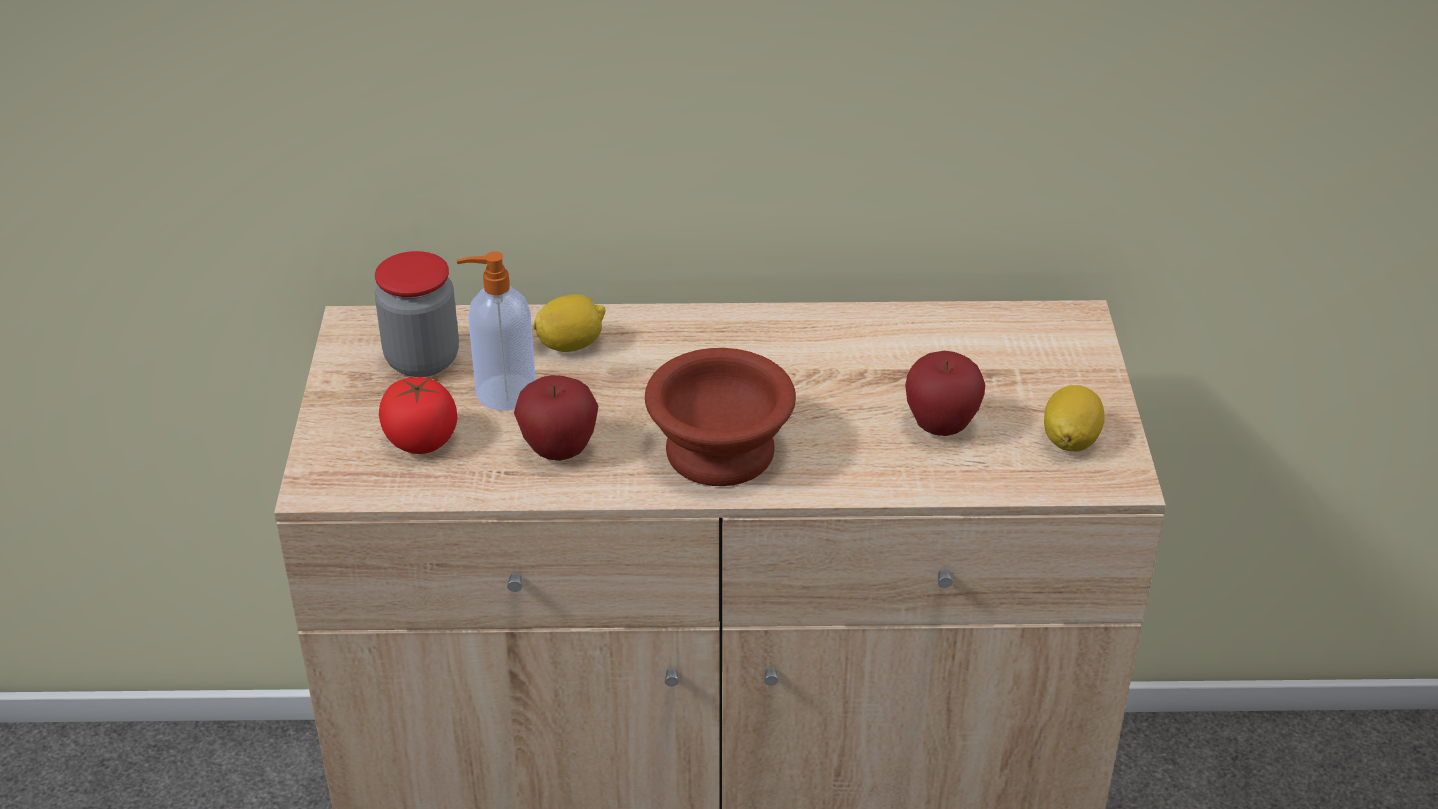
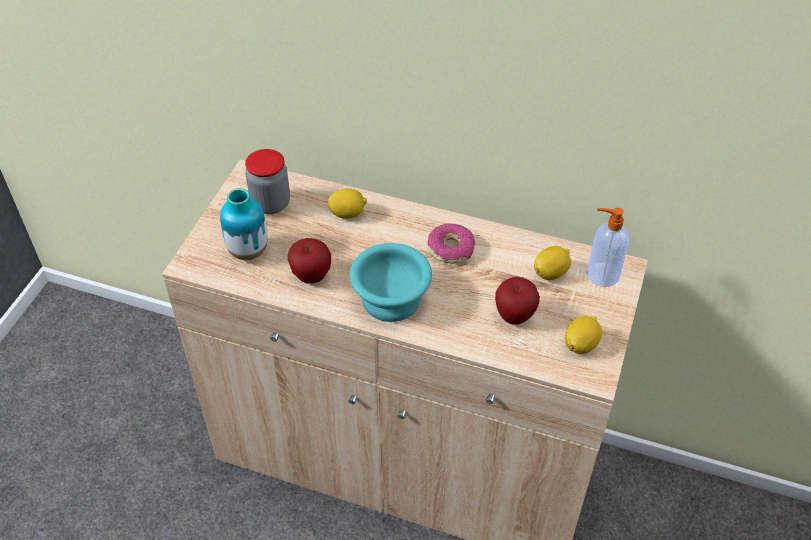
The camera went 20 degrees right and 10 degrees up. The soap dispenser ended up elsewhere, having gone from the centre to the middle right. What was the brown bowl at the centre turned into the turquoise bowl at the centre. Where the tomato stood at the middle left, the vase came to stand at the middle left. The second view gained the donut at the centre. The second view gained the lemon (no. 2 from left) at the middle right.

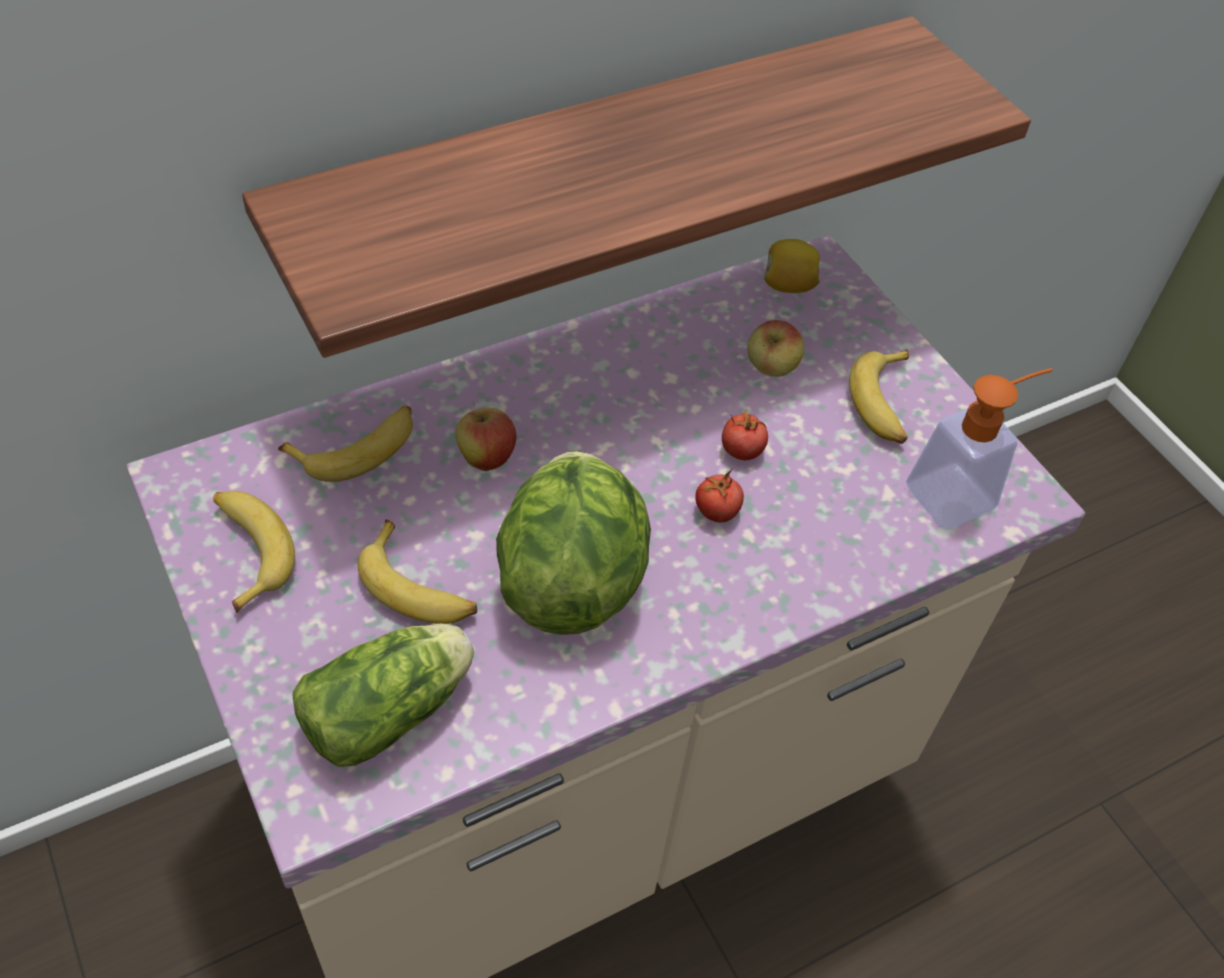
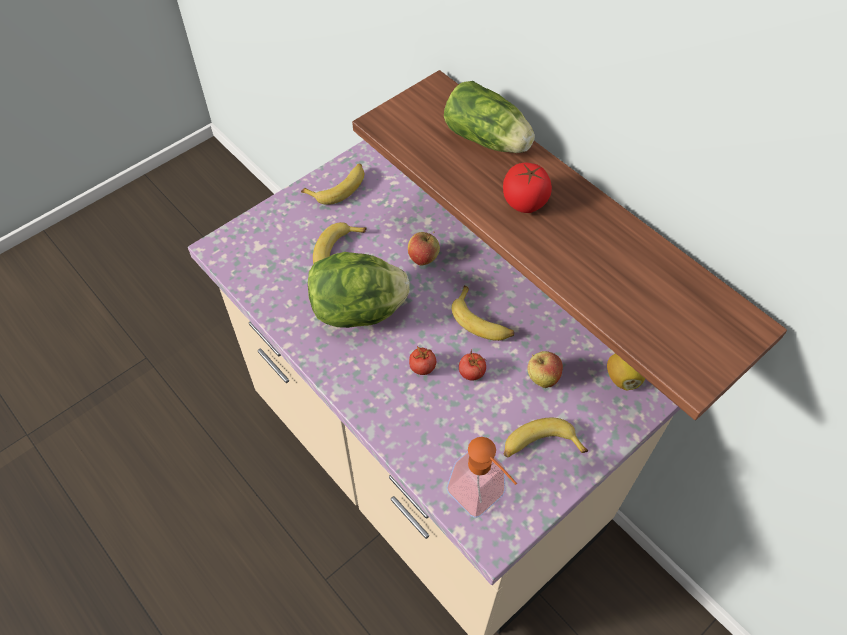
The camera went 80 degrees right and 5 degrees up. The banana (no. 2 from left in the first image) ended up elsewhere, having gone from the middle left to the centre. The lettuce (no. 1 from left in the first image) ended up elsewhere, having gone from the bottom left to the top centre. The second view gained the tomato (no. 3 from left) at the top centre.

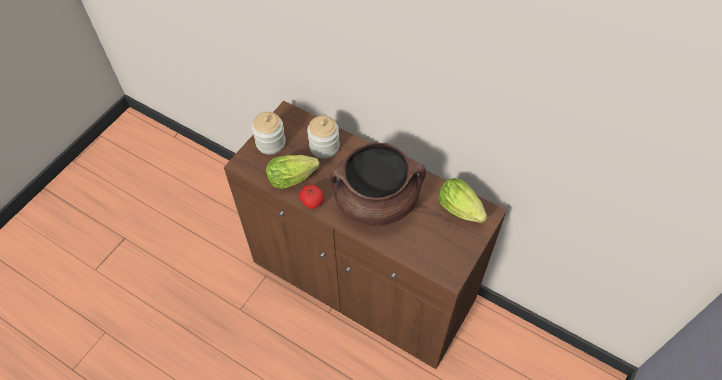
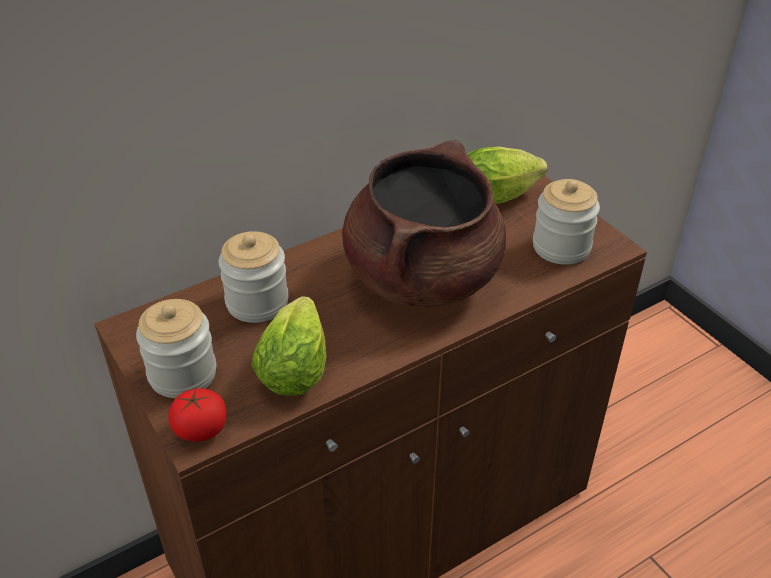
The camera went 65 degrees left and 15 degrees down. The tomato ended up elsewhere, having gone from the centre to the bottom left. The second view gained the jar (no. 3 from left) at the middle right.

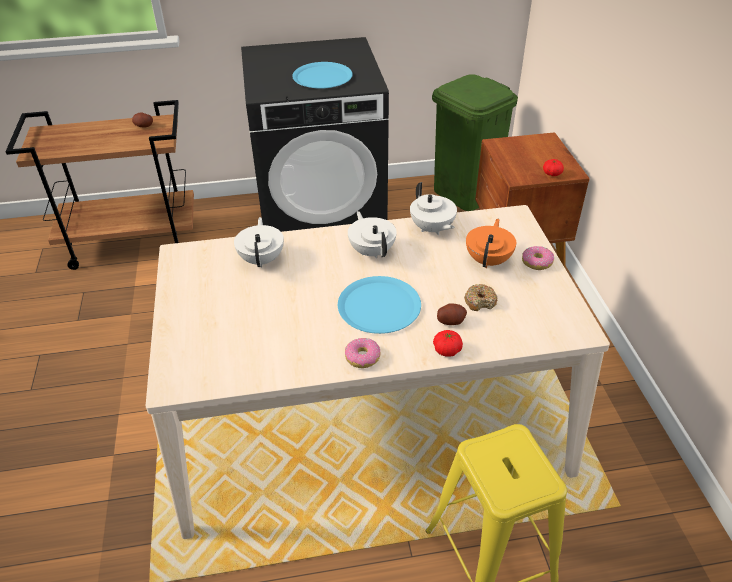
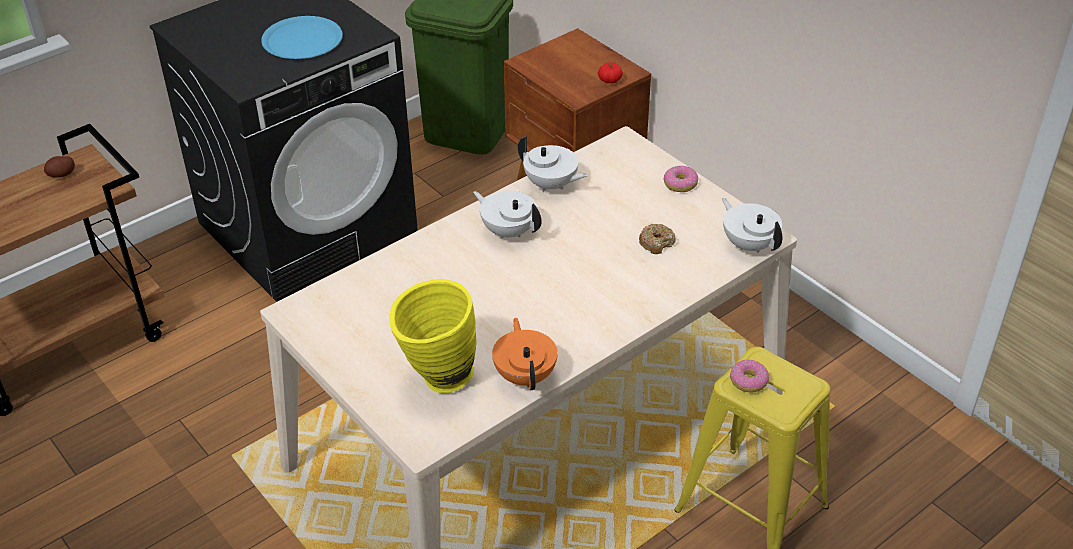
The camera went 30 degrees left and 0 degrees up. The white teapot (no. 1 from left in the first image) ended up elsewhere, having gone from the centre to the middle right. The orange teapot ended up elsewhere, having gone from the middle right to the centre. The second view lost the blue plate (no. 2 from left) at the centre. The second view lost the potato (no. 2 from left) at the centre. The second view lost the tomato (no. 1 from left) at the centre. The donut (no. 1 from left in the first image) ended up elsewhere, having gone from the centre to the bottom right. The second view gained the yellow vase at the centre.

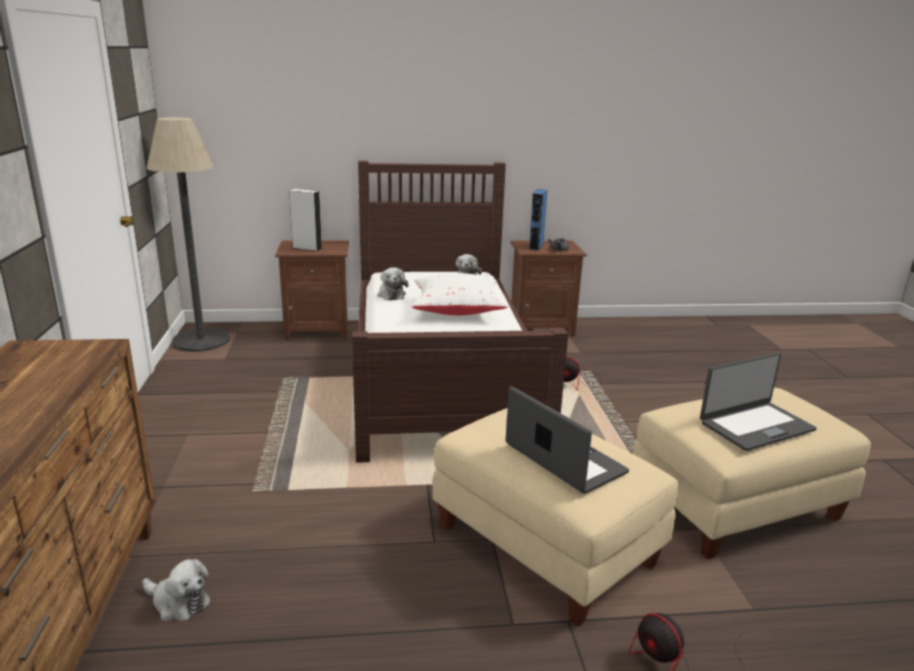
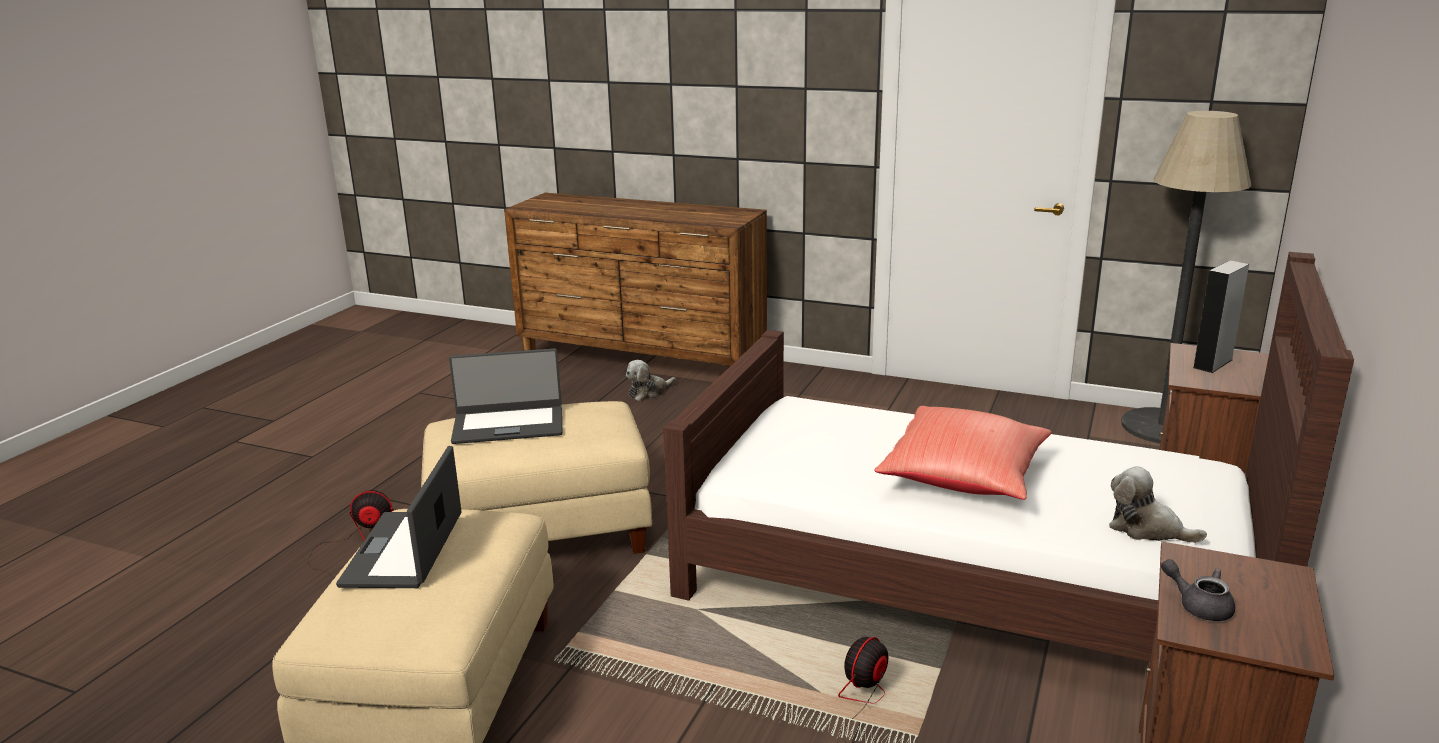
The camera went 120 degrees right and 0 degrees up. The second view lost the blue speaker at the top centre. The second view lost the plush toy (no. 2 from left) at the centre. What was the white pillow at the centre turned into the red pillow at the middle right.

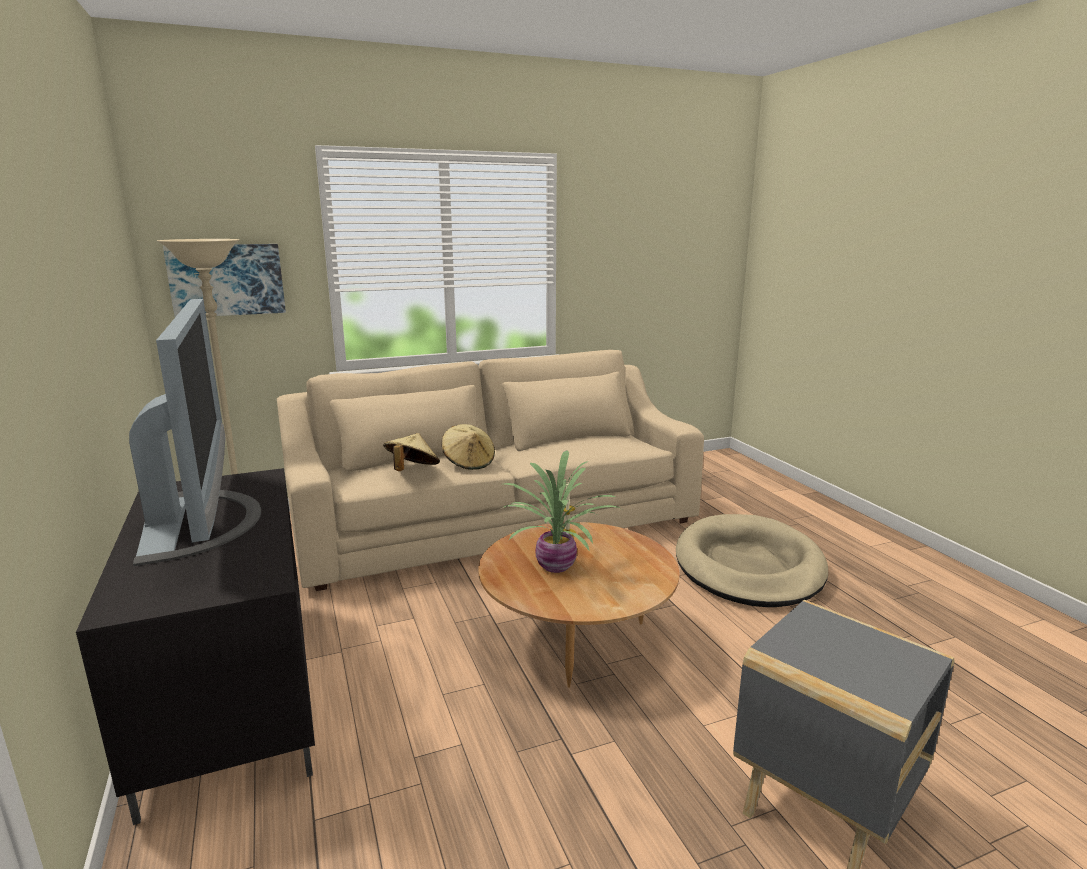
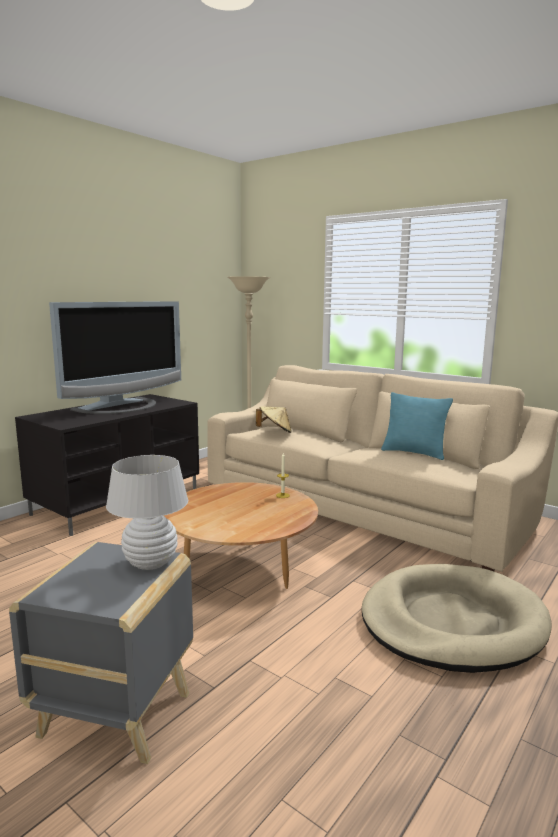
The camera went 60 degrees right and 5 degrees down. The second view lost the picture at the top left. The second view lost the beige hat (no. 2 from left) at the centre. The second view lost the potted plant at the centre. The second view gained the turquoise pillow at the middle right. The second view gained the white table lamp at the middle left.

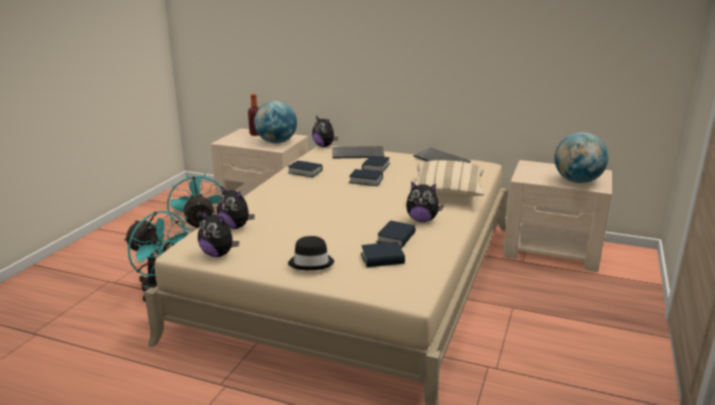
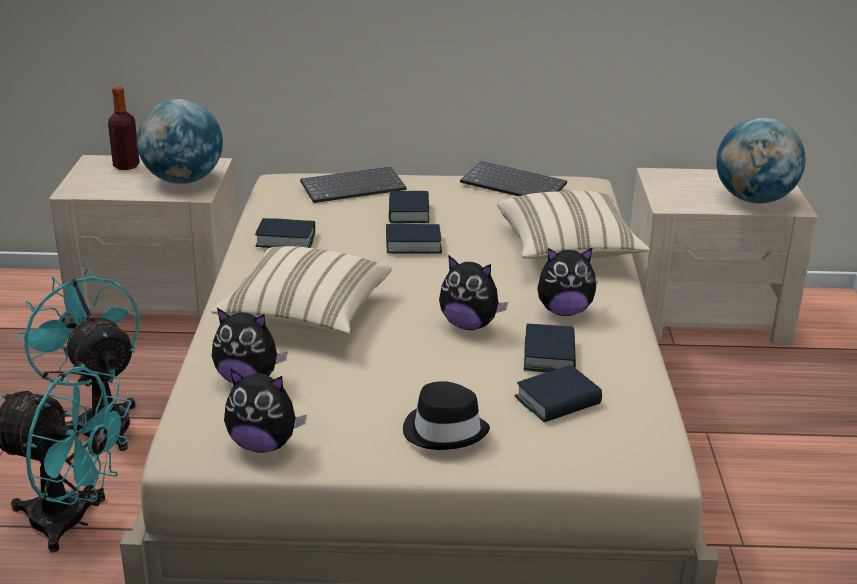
The camera went 20 degrees left and 5 degrees up. The plush toy (no. 3 from left) ended up elsewhere, having gone from the top centre to the centre. The second view gained the beige pillow (no. 1 from left) at the centre.

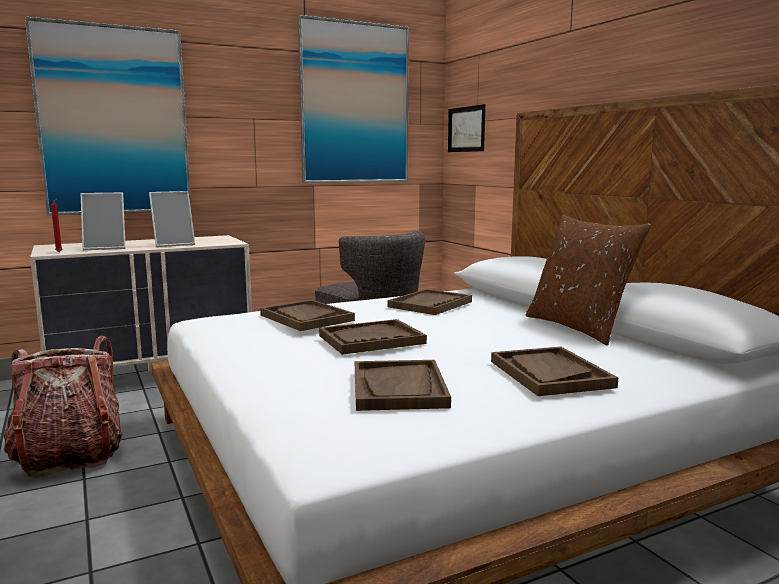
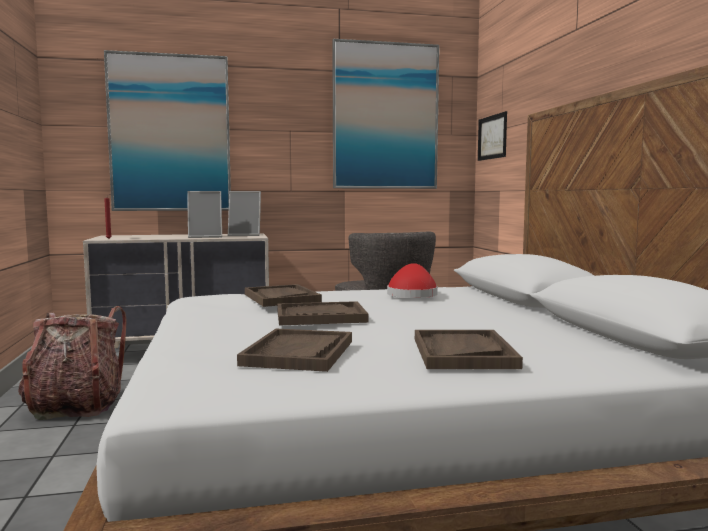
The camera went 15 degrees right and 5 degrees down. The picture frame (no. 1 from left in the first image) ended up elsewhere, having gone from the middle left to the centre. The second view lost the brown pillow at the middle right. Where the brown tray (no. 4 from left) stood at the centre, the red hat came to stand at the centre.

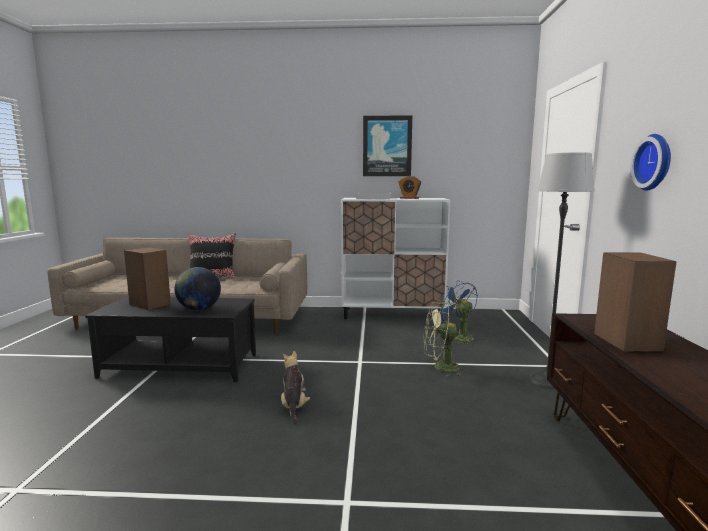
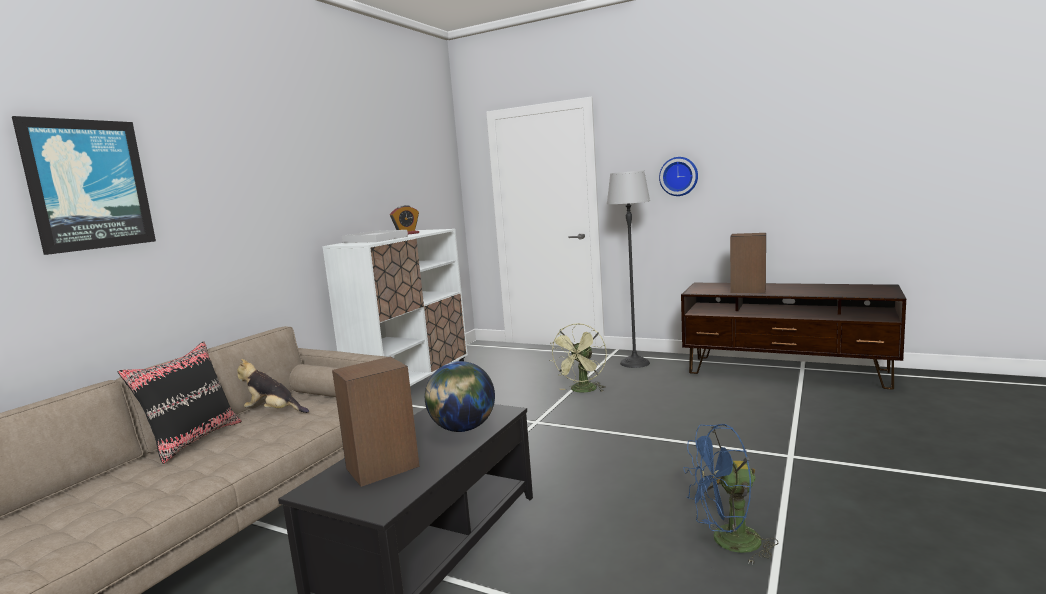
The camera went 65 degrees left and 0 degrees up. The picture ended up elsewhere, having gone from the top centre to the top left. The blue fan ended up elsewhere, having gone from the centre to the bottom right. The plush toy ended up elsewhere, having gone from the bottom centre to the middle left.

